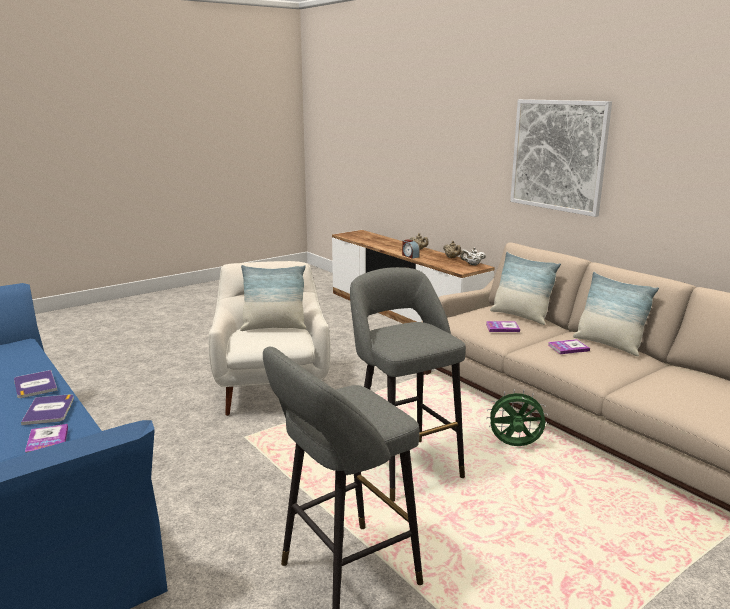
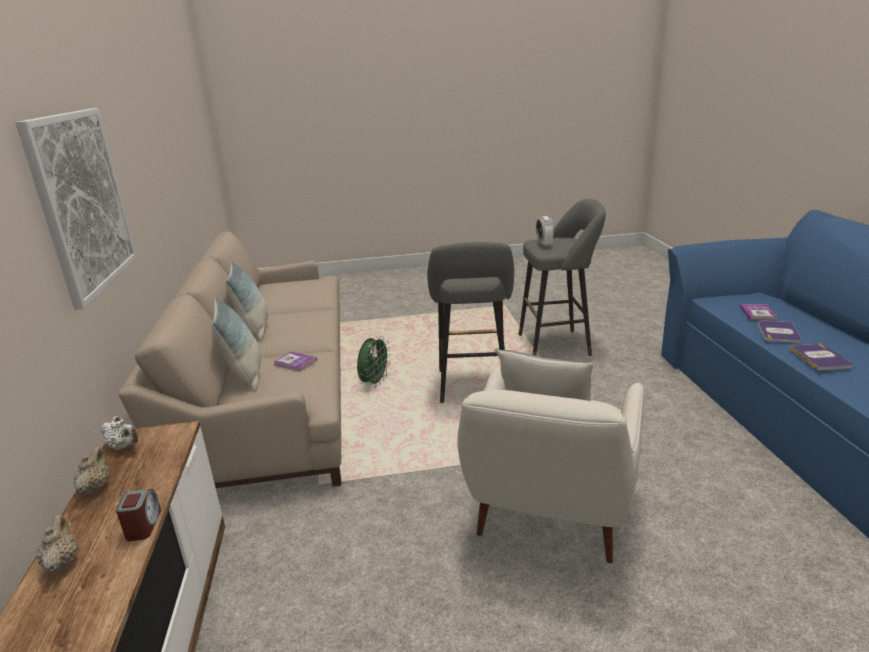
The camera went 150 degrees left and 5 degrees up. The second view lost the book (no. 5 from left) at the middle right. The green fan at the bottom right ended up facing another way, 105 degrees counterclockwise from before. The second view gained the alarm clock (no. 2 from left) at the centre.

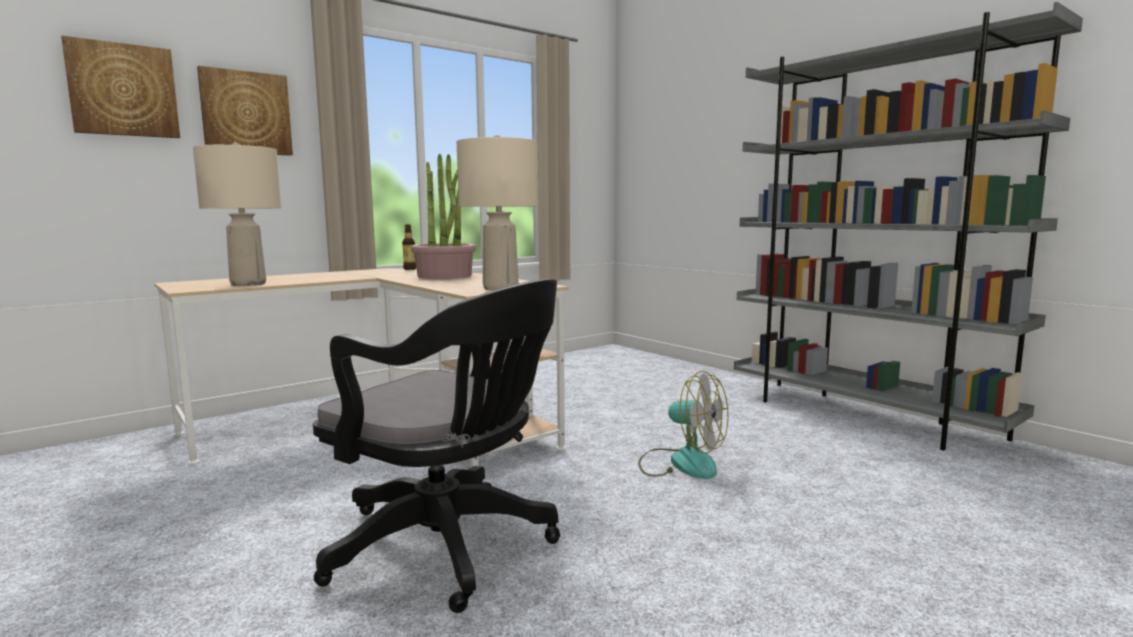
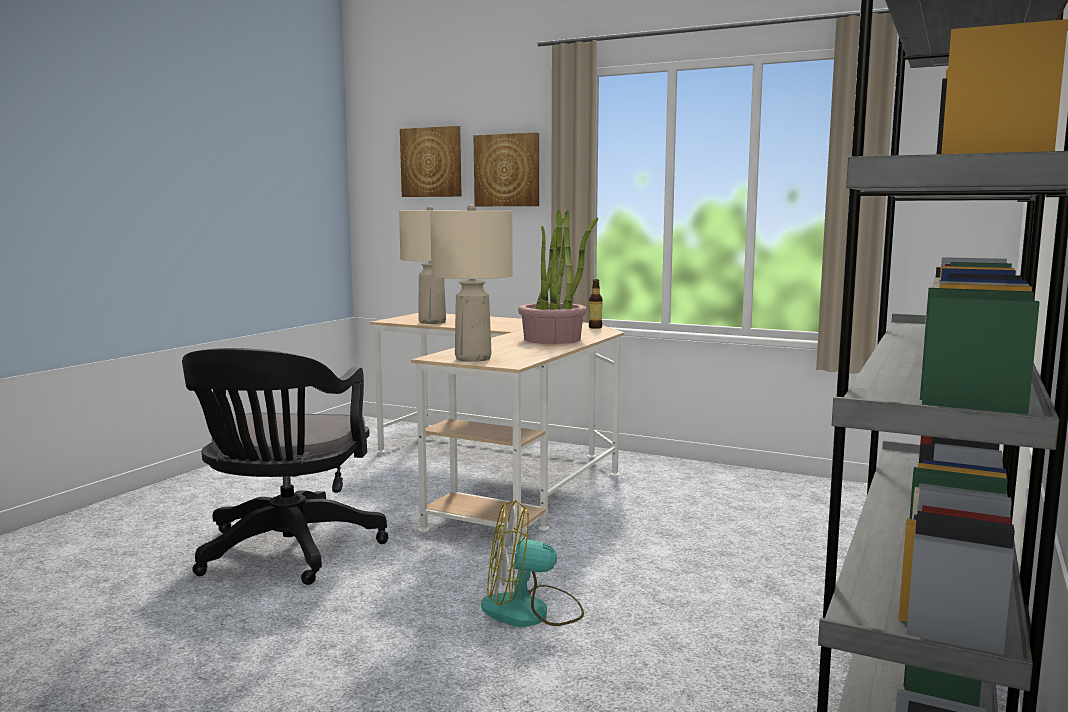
The camera went 65 degrees right and 0 degrees up. The fan at the bottom centre ended up facing another way, 75 degrees clockwise from before.

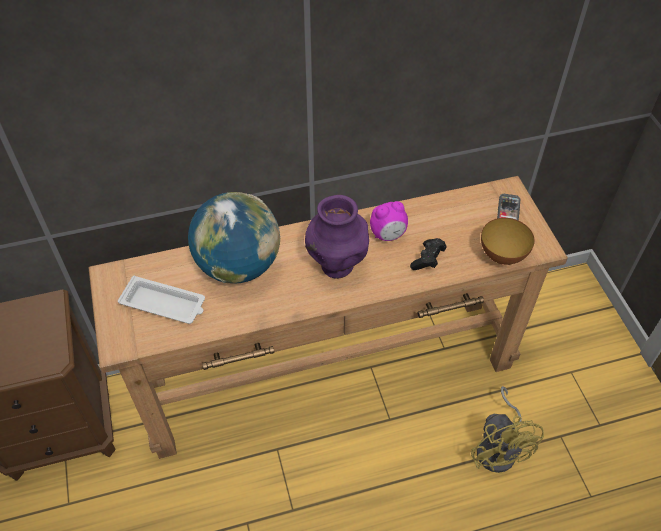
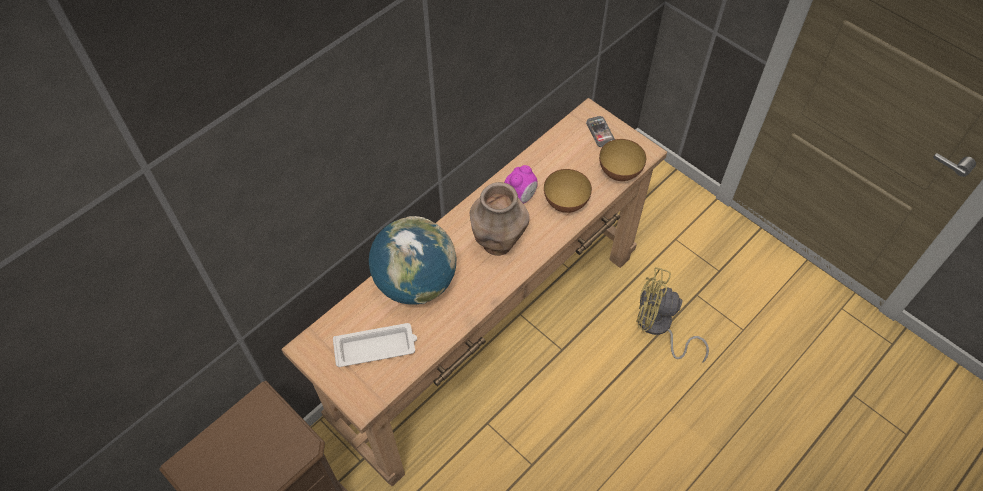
The camera went 30 degrees left and 5 degrees up. What was the purple vase at the centre turned into the brown vase at the centre. Where the black game controller stood at the centre, the bowl (no. 1 from left) came to stand at the centre. The yellow fan at the bottom right ended up facing another way, 150 degrees clockwise from before.

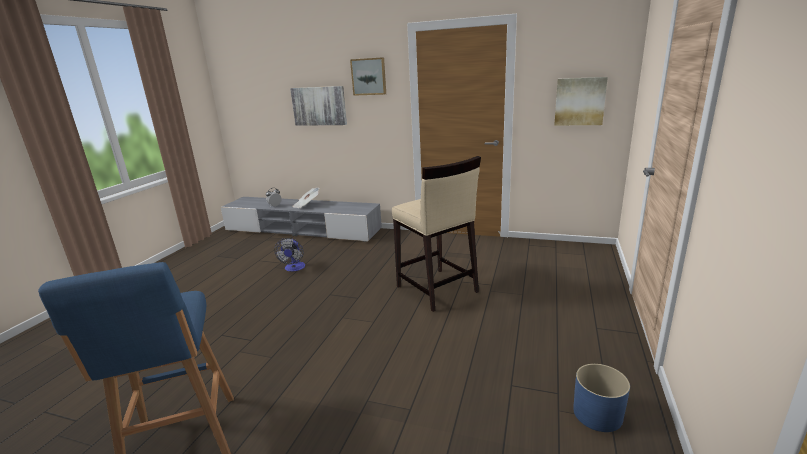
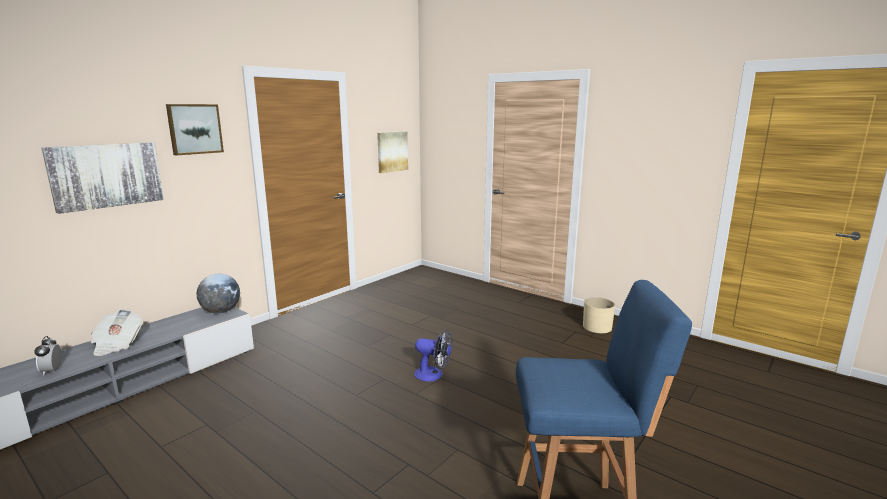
The camera went 70 degrees left and 5 degrees down. The second view lost the beige stool at the centre. The fan ended up elsewhere, having gone from the centre to the bottom centre. What was the blue planter at the bottom right turned into the beige planter at the middle right. The second view gained the globe at the middle left.

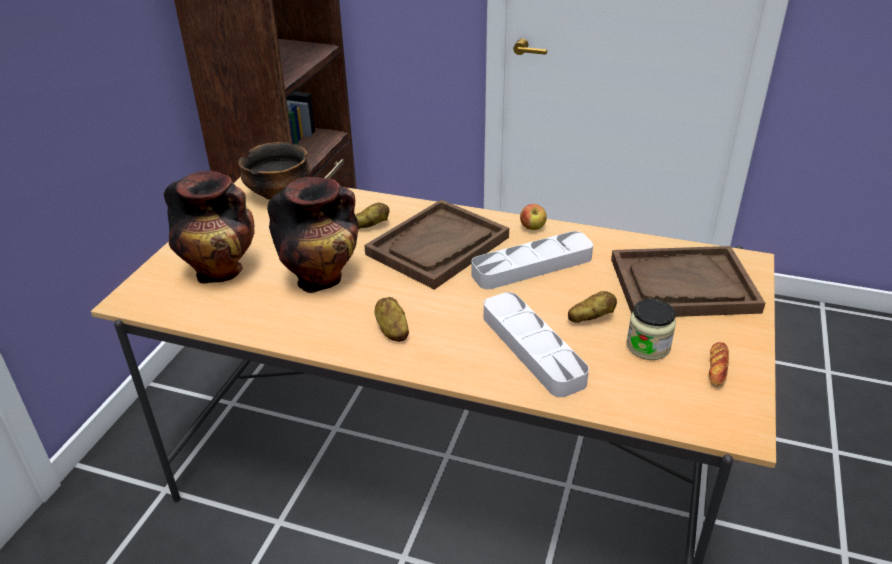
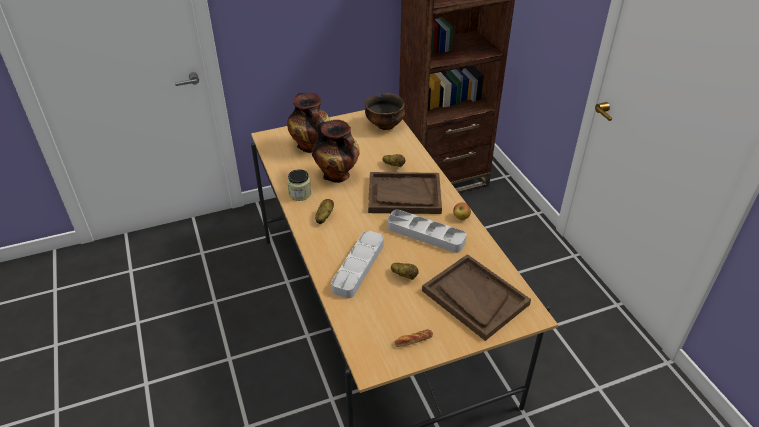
The camera went 50 degrees right and 5 degrees up. The jar ended up elsewhere, having gone from the middle right to the centre.

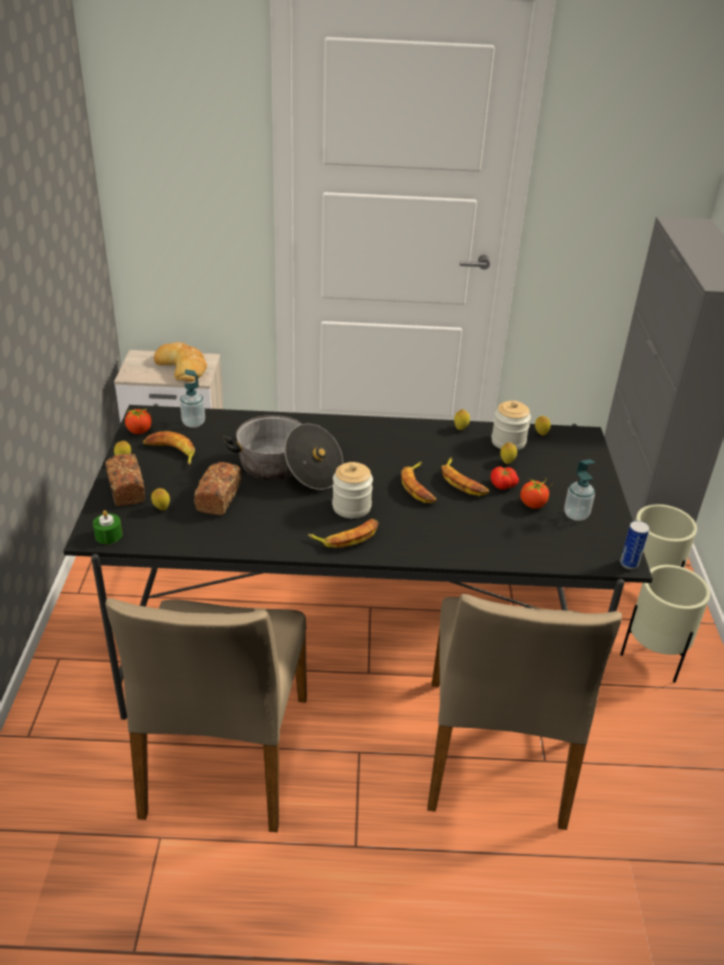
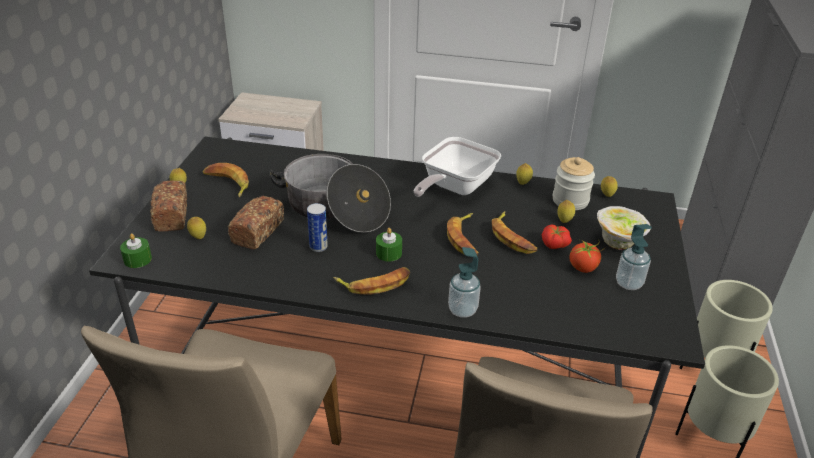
The camera went 10 degrees right and 0 degrees up. The second view lost the bread (no. 2 from left) at the middle left. The soap dispenser (no. 1 from left) ended up elsewhere, having gone from the middle left to the centre. The second view lost the tomato (no. 1 from left) at the middle left. Where the jar (no. 1 from left) stood at the centre, the green candle (no. 2 from left) came to stand at the centre. The can ended up elsewhere, having gone from the middle right to the centre. The second view gained the frying pan at the centre. The second view gained the bowl at the middle right.

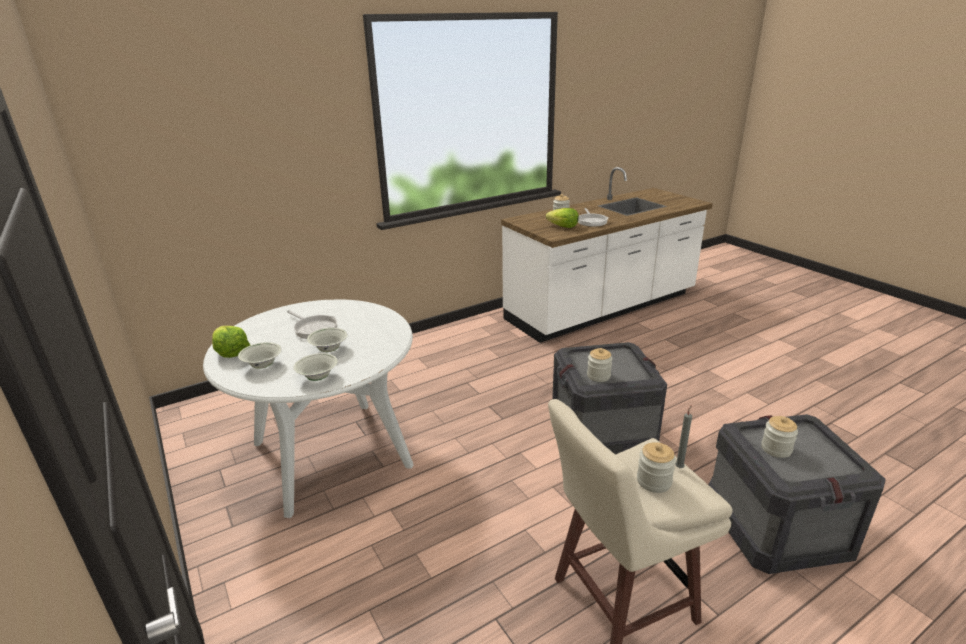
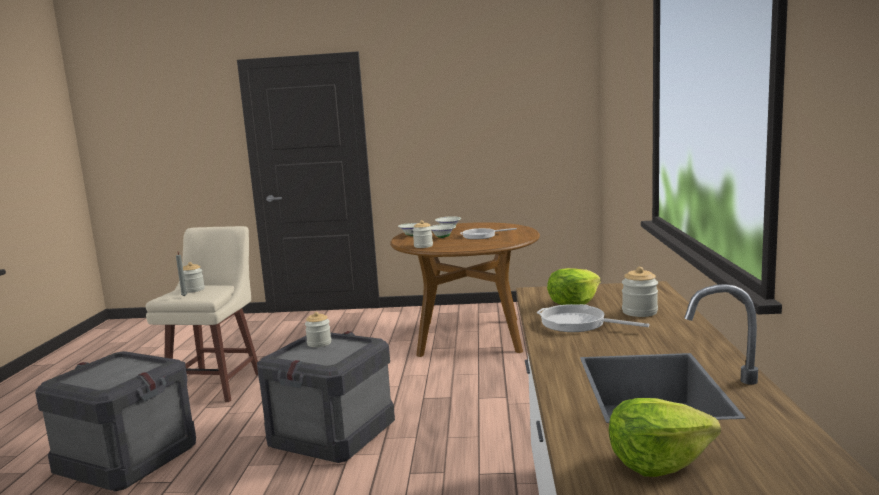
The camera went 125 degrees right and 15 degrees down. What was the white dining table at the middle left turned into the brown dining table at the centre. The lettuce (no. 1 from left in the first image) ended up elsewhere, having gone from the middle left to the bottom right. The jar (no. 4 from left in the first image) ended up elsewhere, having gone from the bottom right to the centre.

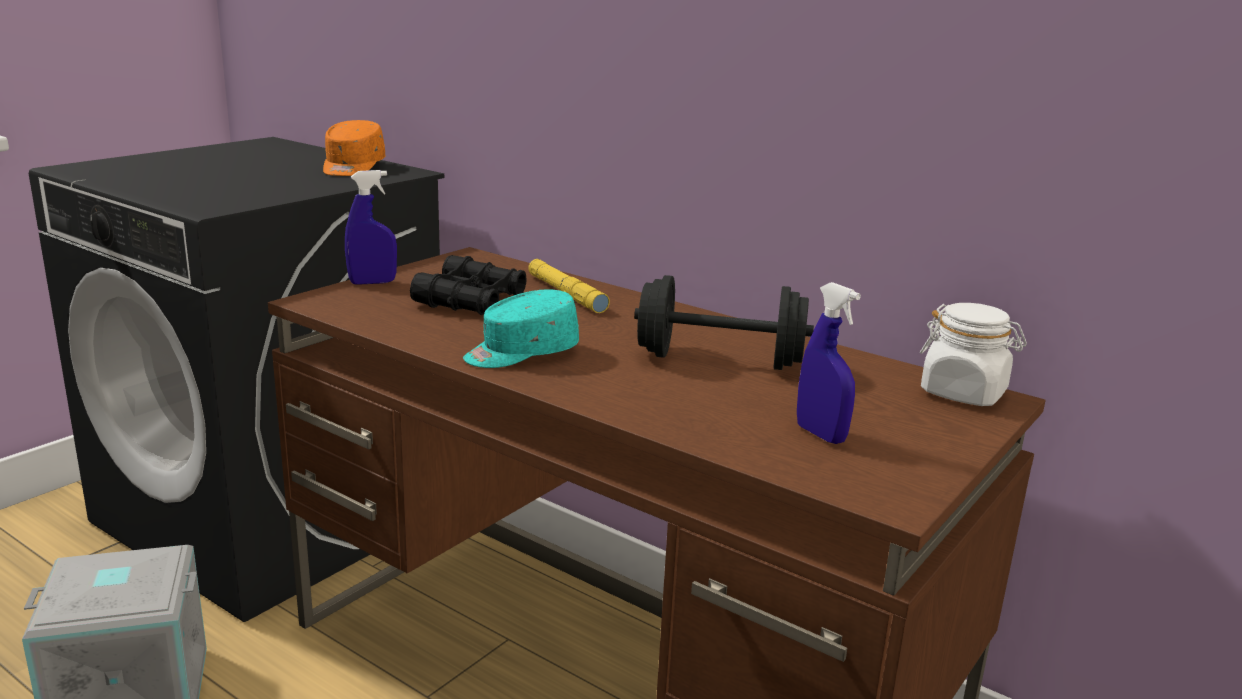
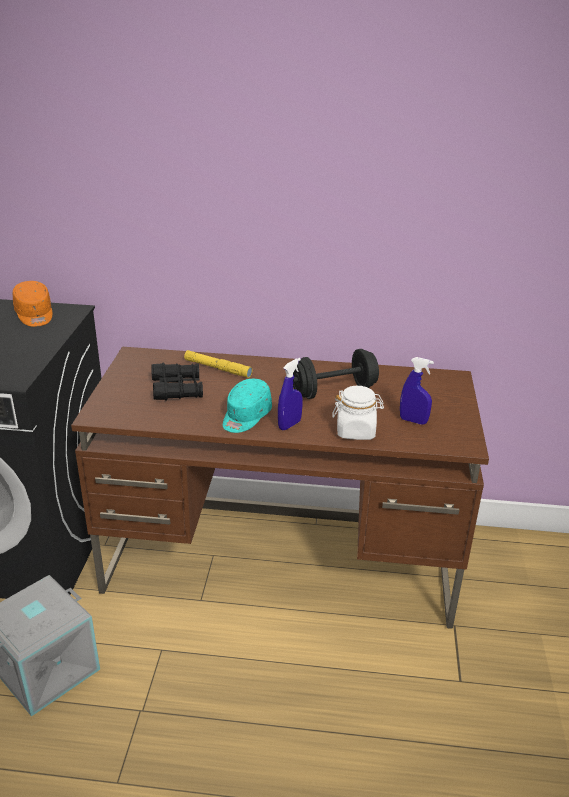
The camera went 30 degrees left and 10 degrees up. The blue spray bottle (no. 1 from left) ended up elsewhere, having gone from the top left to the centre. The white jar ended up elsewhere, having gone from the middle right to the centre.

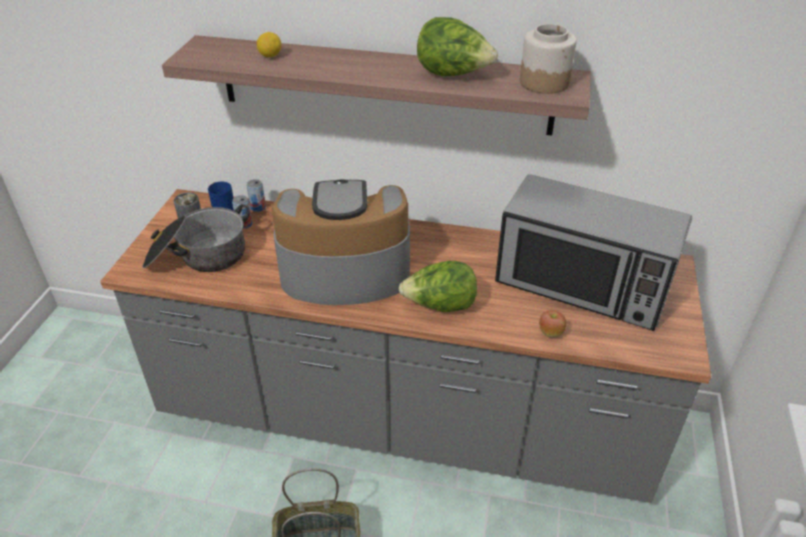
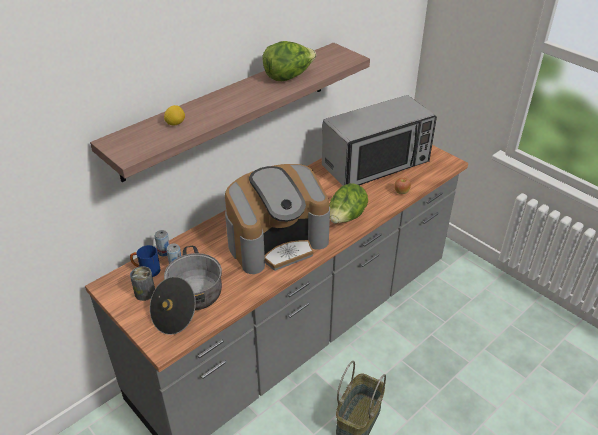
The camera went 55 degrees left and 0 degrees up. The second view lost the jar at the top right. The coffee machine at the centre ended up facing another way, 150 degrees counterclockwise from before.

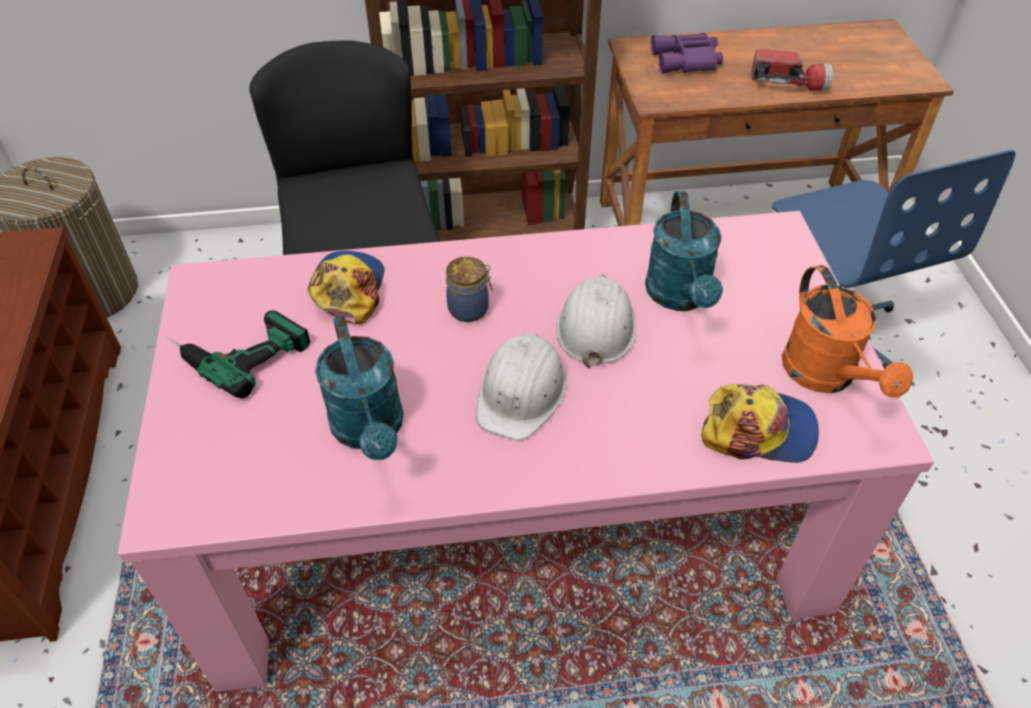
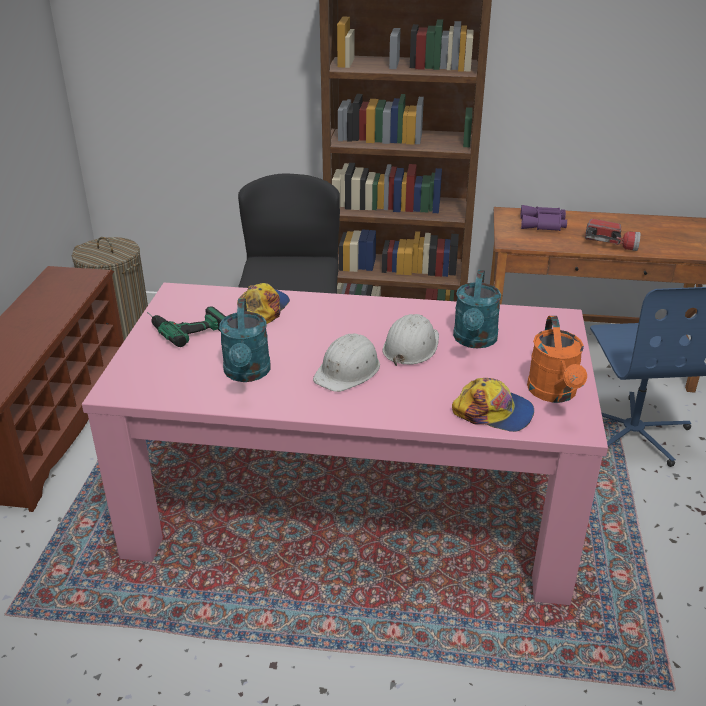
The camera went 15 degrees right and 15 degrees down. The second view lost the jar at the centre.

